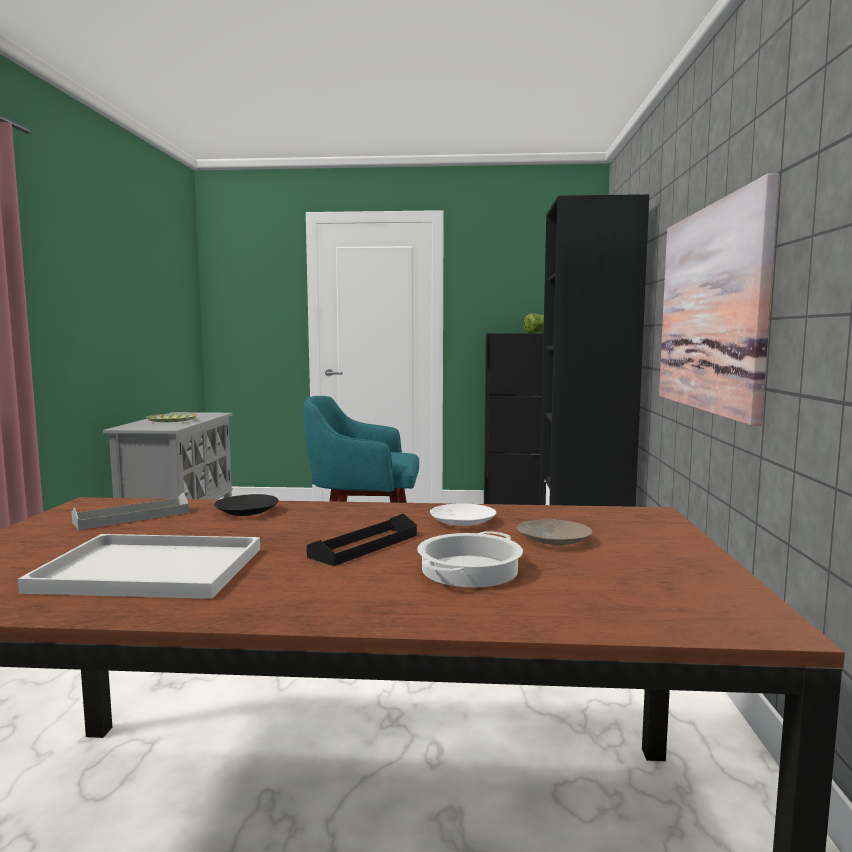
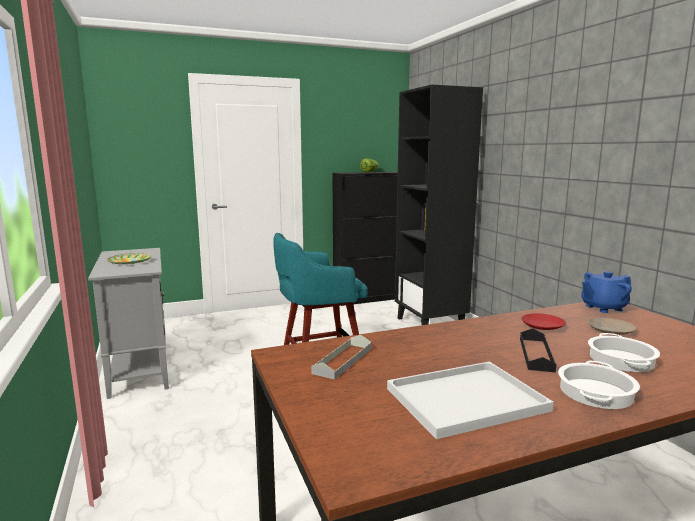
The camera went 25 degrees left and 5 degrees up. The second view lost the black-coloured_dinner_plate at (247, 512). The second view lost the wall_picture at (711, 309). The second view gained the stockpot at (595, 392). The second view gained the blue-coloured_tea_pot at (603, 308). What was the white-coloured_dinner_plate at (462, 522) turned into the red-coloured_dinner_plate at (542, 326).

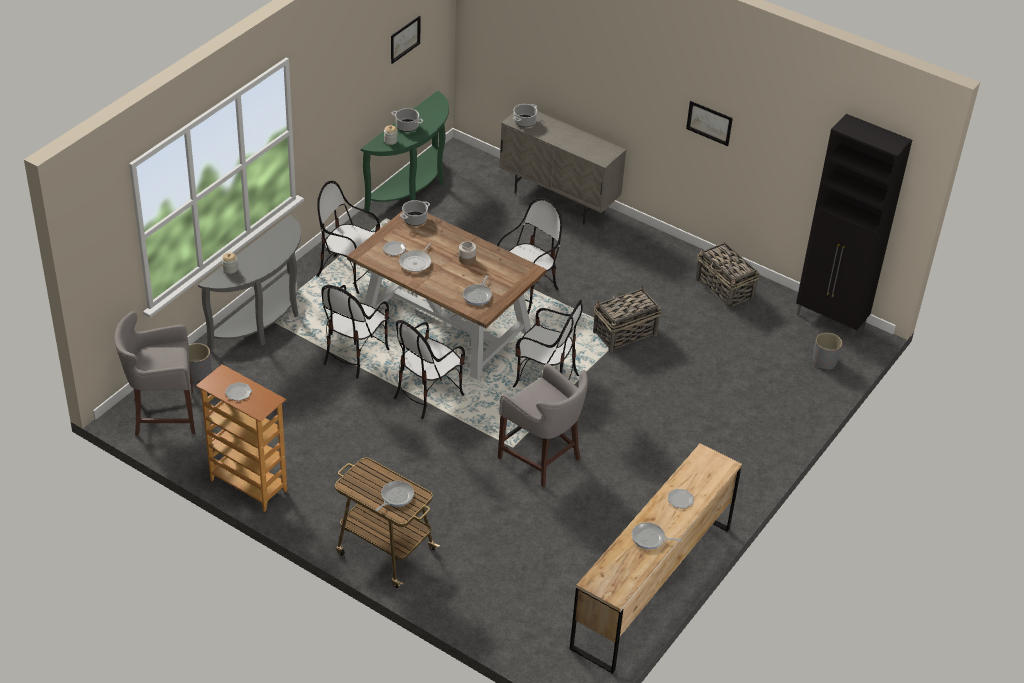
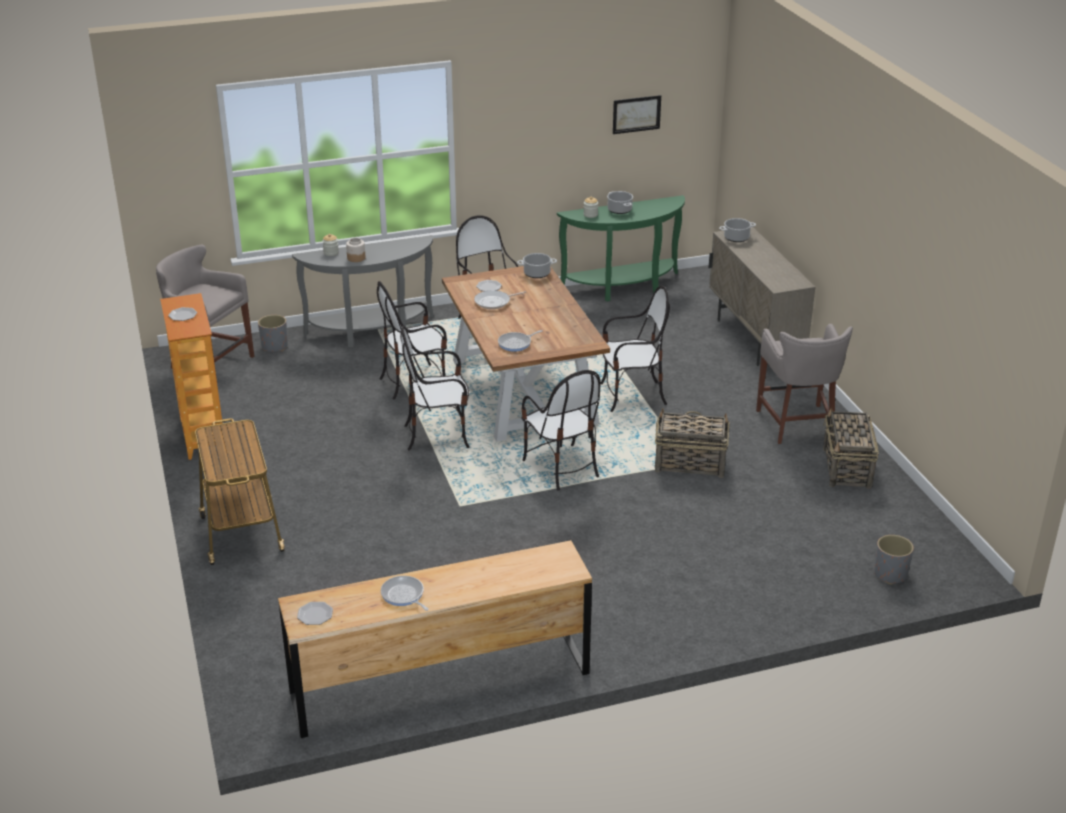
The camera went 40 degrees right and 10 degrees down. The second view lost the skillet at (395, 497). The second view lost the wall_picture at (709, 123). The second view lost the black-coloured_storage_cabinet at (831, 320). The jar ended up elsewhere, having gone from (466, 259) to (356, 258). The greyish_stool ended up elsewhere, having gone from (542, 458) to (797, 425). The dinner_plate ended up elsewhere, having gone from (680, 499) to (314, 614).

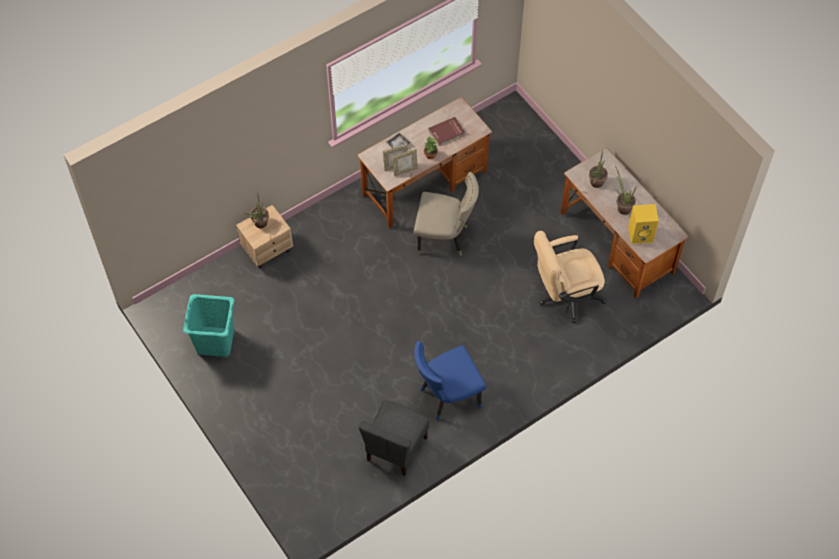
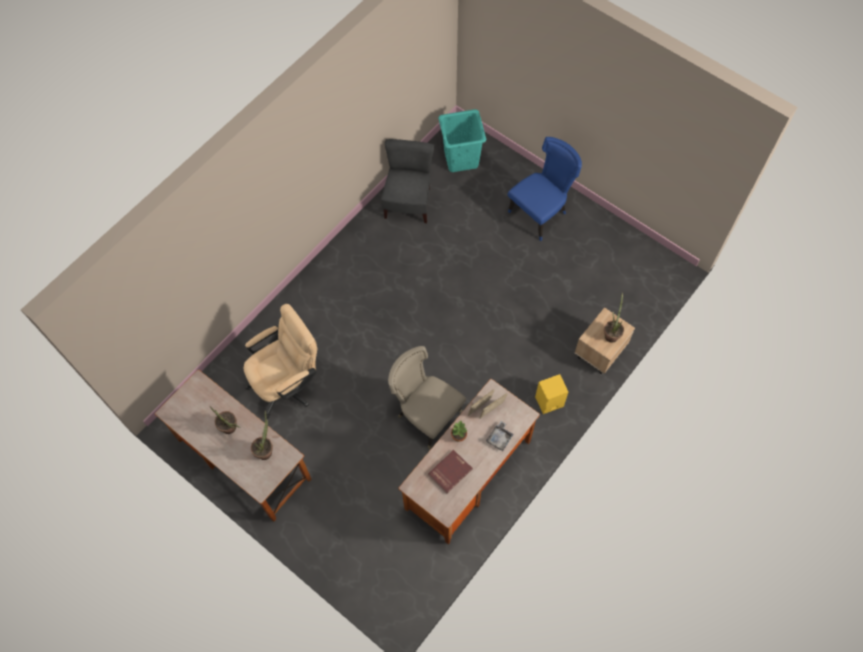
The camera went 165 degrees right and 5 degrees up. The turquoise-coloured_laundry_basket ended up elsewhere, having gone from (215, 341) to (461, 159). The blue-coloured_plain_chair ended up elsewhere, having gone from (447, 396) to (540, 213). The yellow-coloured_audio_speaker ended up elsewhere, having gone from (641, 234) to (549, 402). The beige_plain_chair at (445, 238) ended up facing another way, 45 degrees clockwise from before.

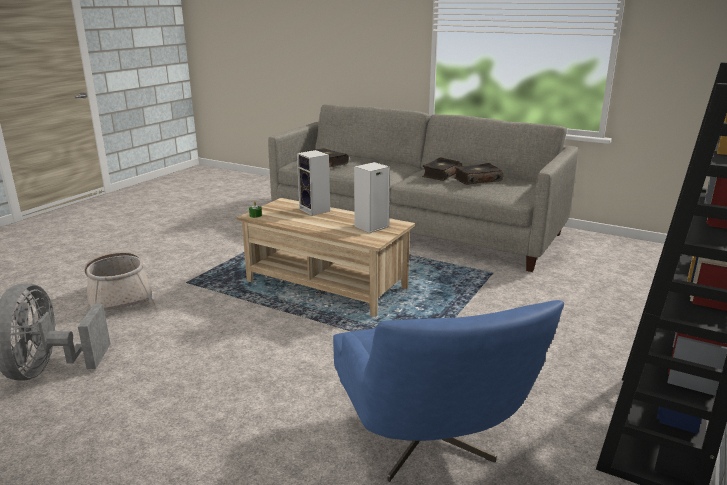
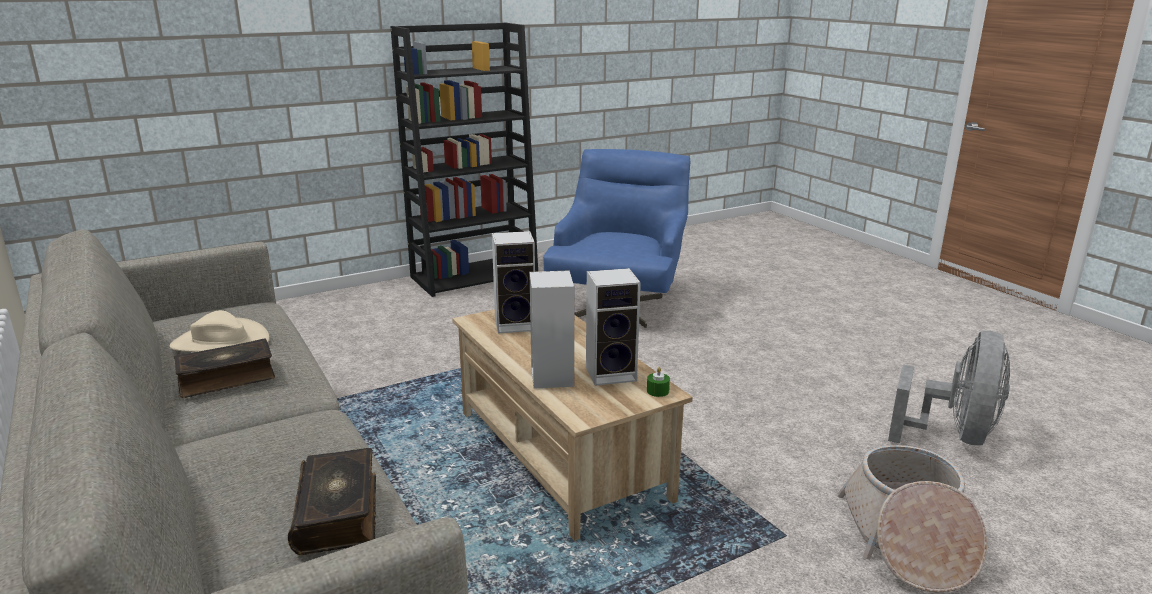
The camera went 150 degrees left and 0 degrees up. The second view gained the audio_speaker at (612, 373). Where the book stood at (477, 180), the beige_wearable_hat came to stand at (220, 343).

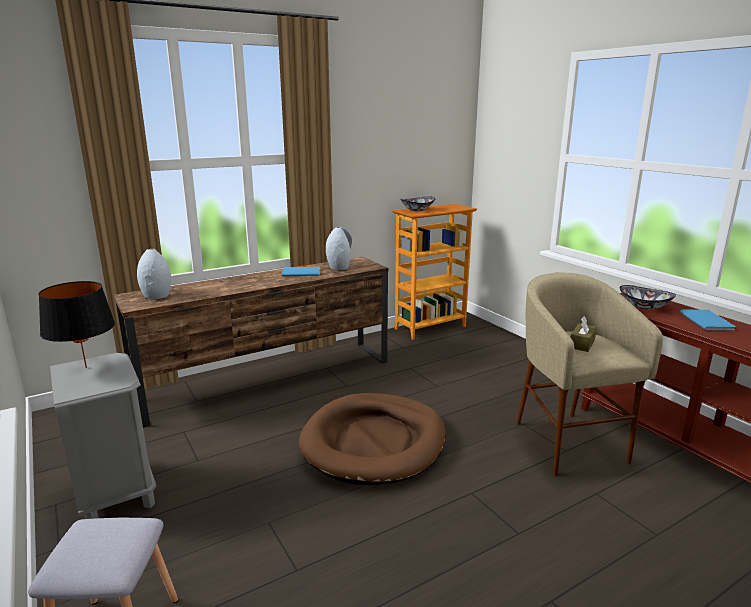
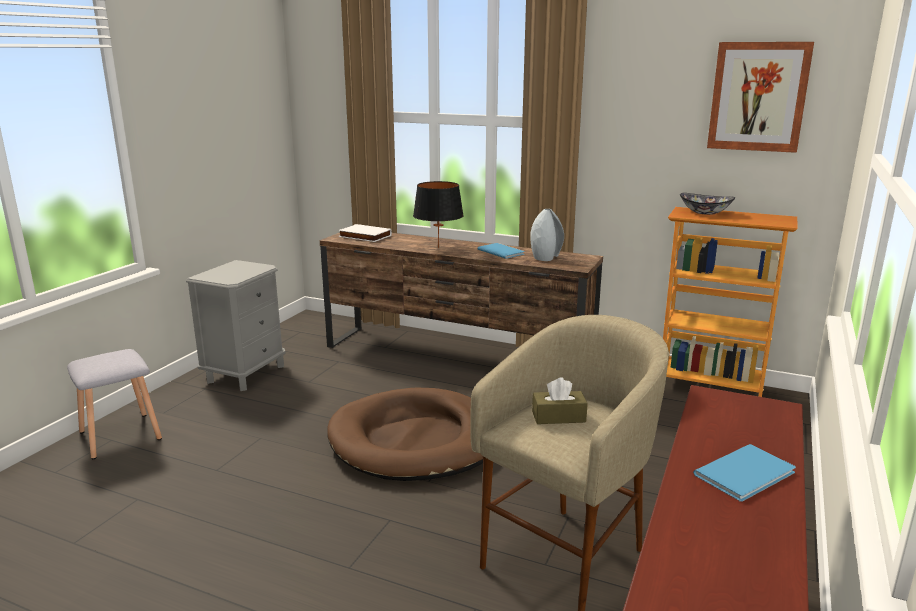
The camera went 55 degrees right and 0 degrees up. The second view lost the bowl at (644, 306). The second view gained the wall_picture at (758, 97). The black-coloured_table_lamp ended up elsewhere, having gone from (86, 368) to (438, 247). Where the greyish_flower_vase stood at (156, 296), the white-coloured_book came to stand at (364, 236).

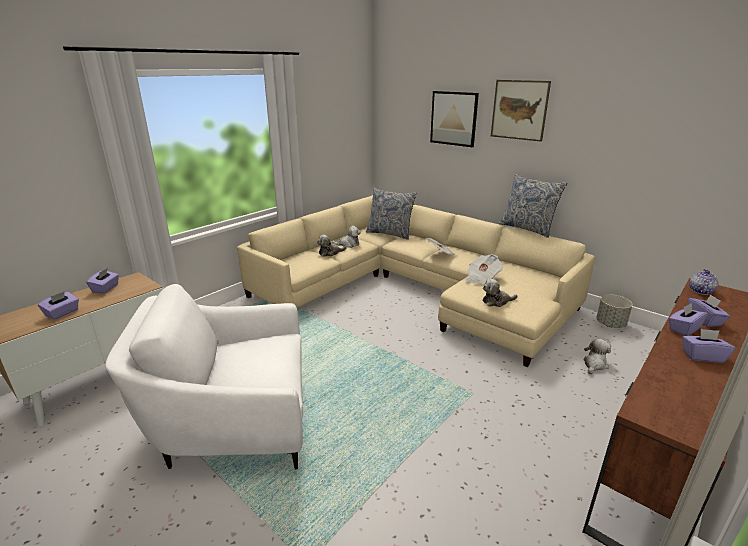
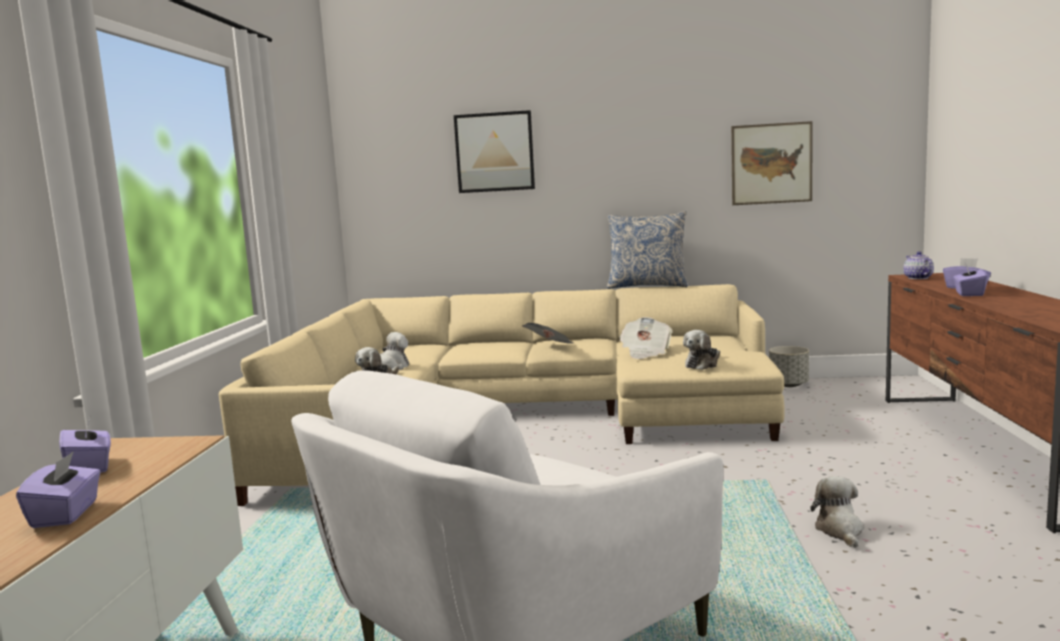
The camera went 35 degrees left and 15 degrees down. The second view lost the pillow at (390, 233). The second view lost the purple_tissue_holder at (702, 356). The wall_picture ended up elsewhere, having gone from (519, 110) to (771, 163). The plush_toy ended up elsewhere, having gone from (594, 364) to (840, 530).

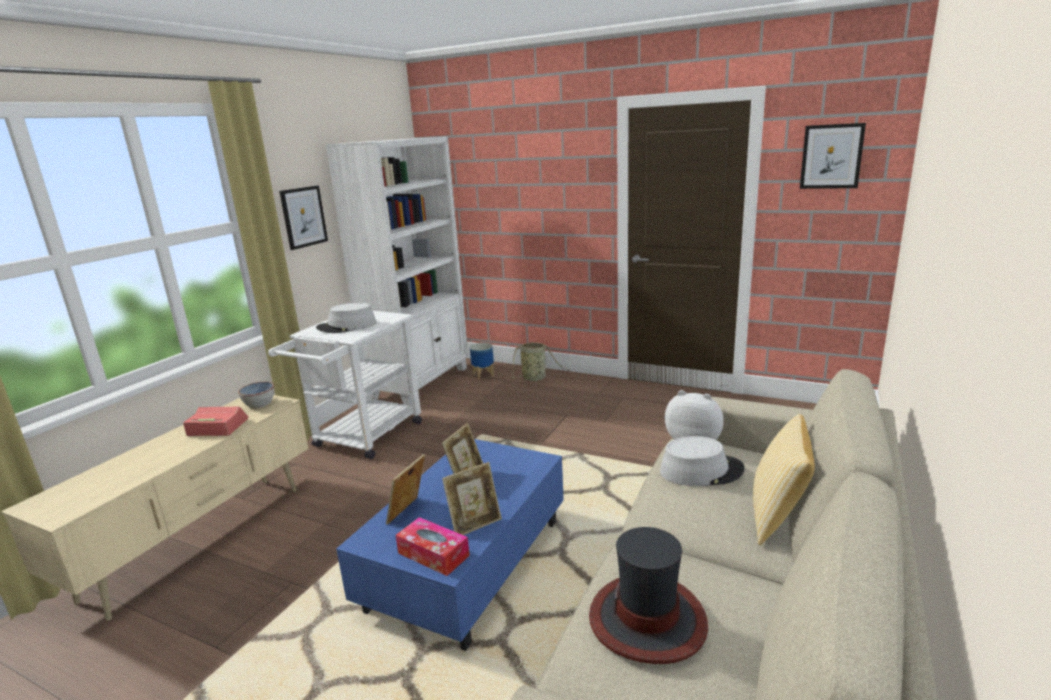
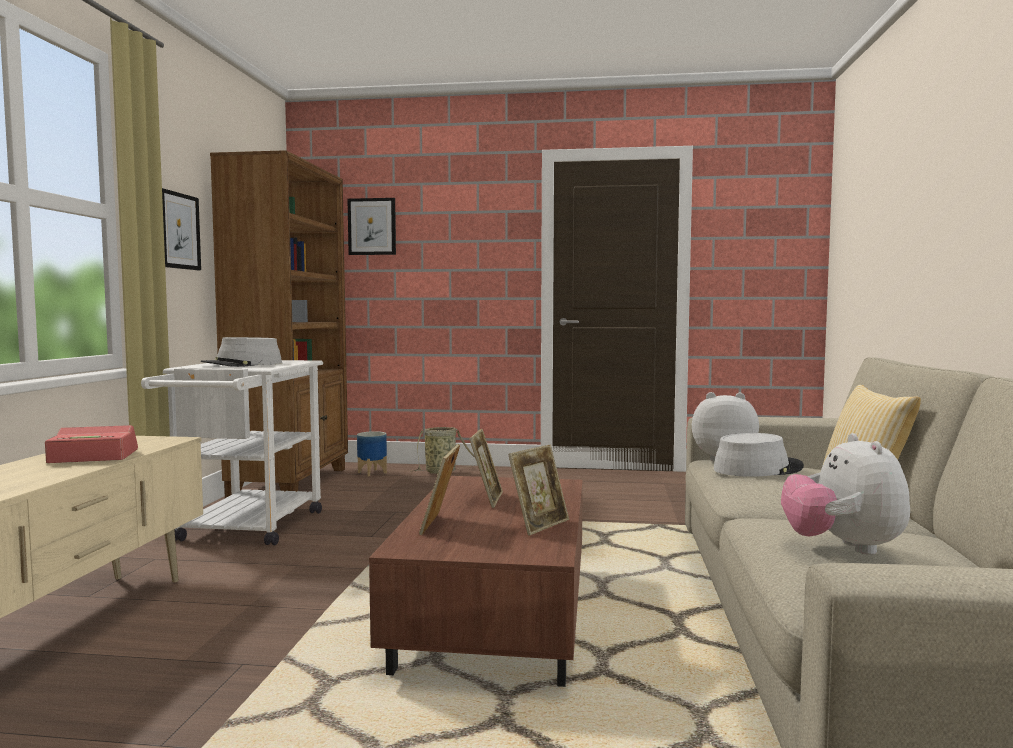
The camera went 20 degrees left and 15 degrees down. The second view lost the bowl at (259, 404). The second view lost the tissue_holder at (433, 554). The wall_picture ended up elsewhere, having gone from (831, 156) to (372, 226). Where the wearable_hat stood at (648, 619), the plush_toy came to stand at (843, 548). What was the white-coloured_bookshelf at (421, 383) turned into the brownish_bookshelf at (292, 482). What was the blue-coloured_lounge_table at (466, 565) turned into the brownish_lounge_table at (494, 618).

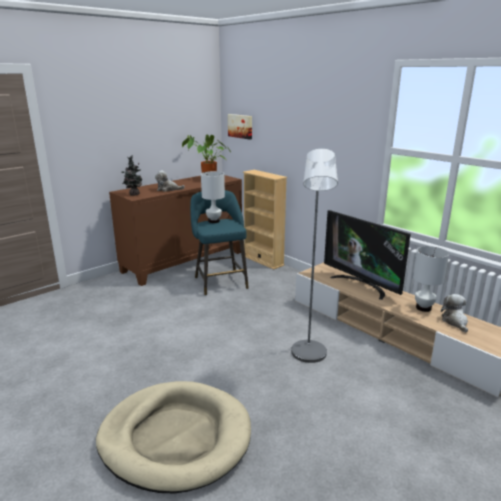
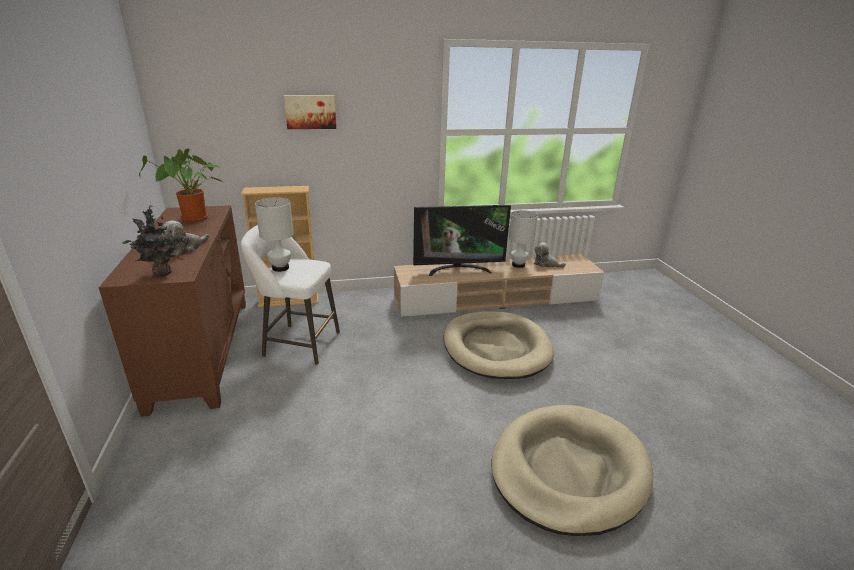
The camera went 60 degrees left and 5 degrees up. The wall_picture ended up elsewhere, having gone from (240, 126) to (310, 111). Where the greyish_standard_lamp stood at (309, 356), the beige_dog_bed came to stand at (496, 348). What was the turquoise-coloured_stool at (220, 281) turned into the white-coloured_stool at (298, 343).

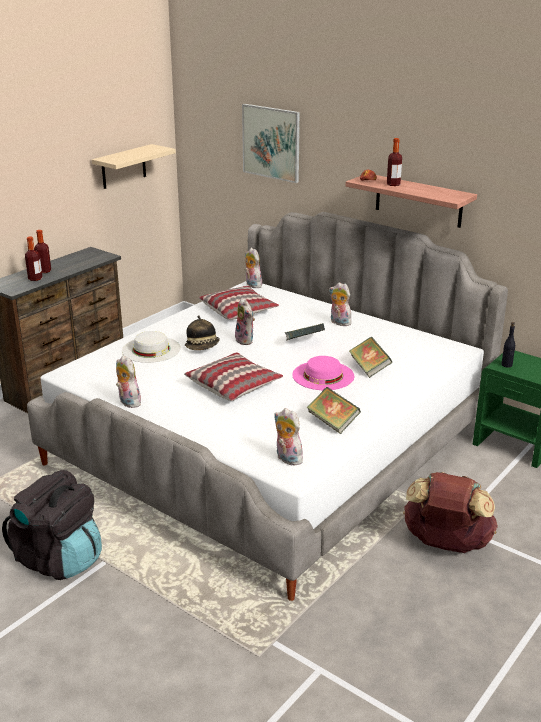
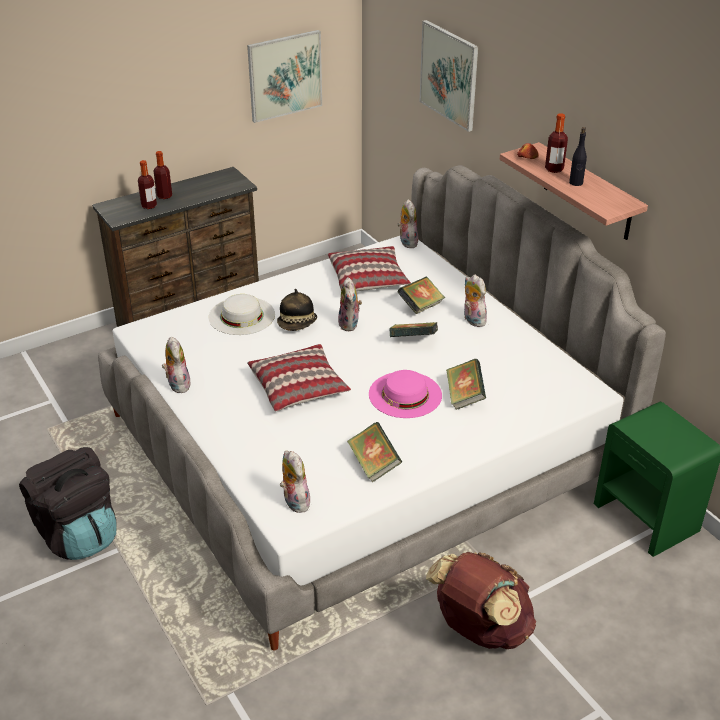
The camera went 20 degrees right and 10 degrees up. The second view gained the book at (420, 307). The black-coloured_bottle ended up elsewhere, having gone from (507, 365) to (576, 183). Where the beige_bracket_shelf hung at (123, 167), the wall_picture came to hang at (285, 75).

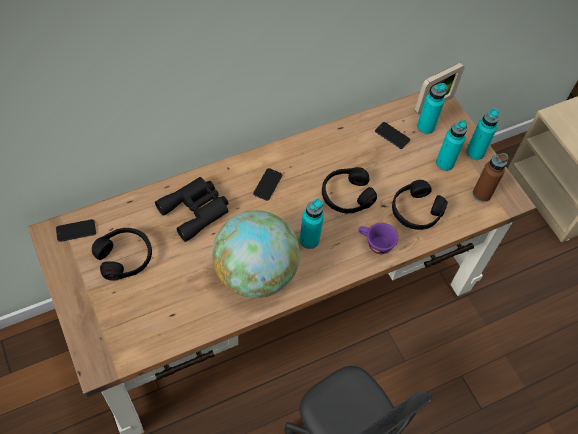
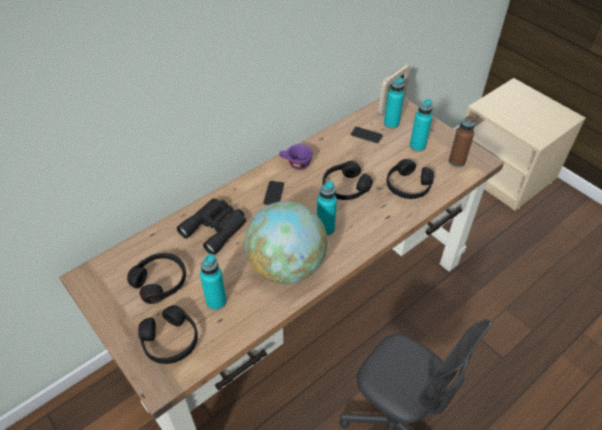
The camera went 10 degrees left and 10 degrees down. The second view lost the telephone at (76, 231). The second view gained the black-coloured_pair_of_headphones at (170, 341). The purple_cup ended up elsewhere, having gone from (375, 243) to (295, 164). The turquoise-coloured_bottle ended up elsewhere, having gone from (475, 152) to (216, 301).

